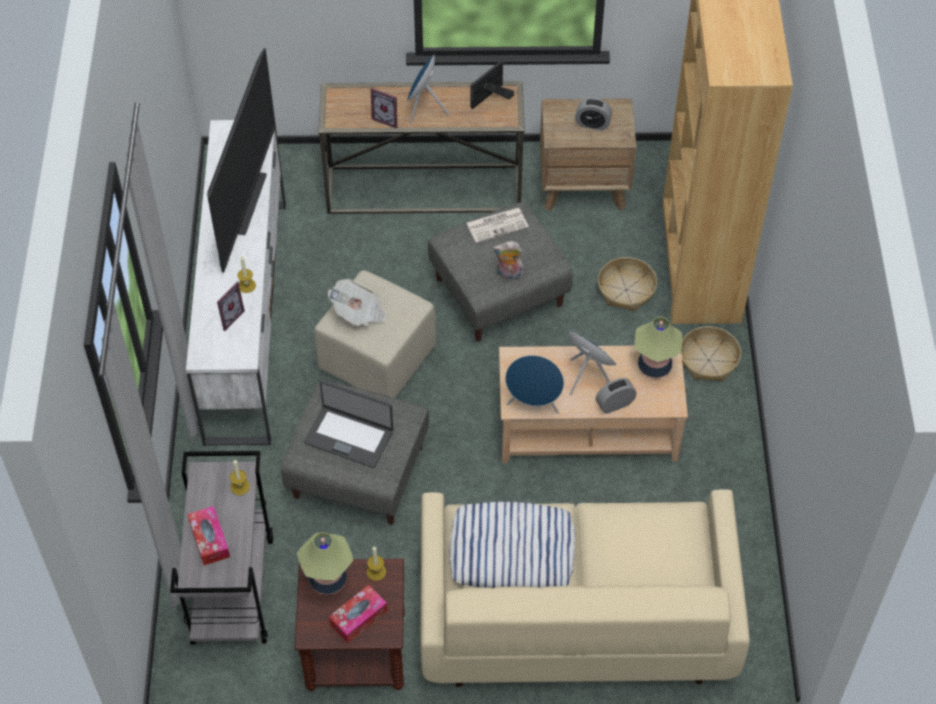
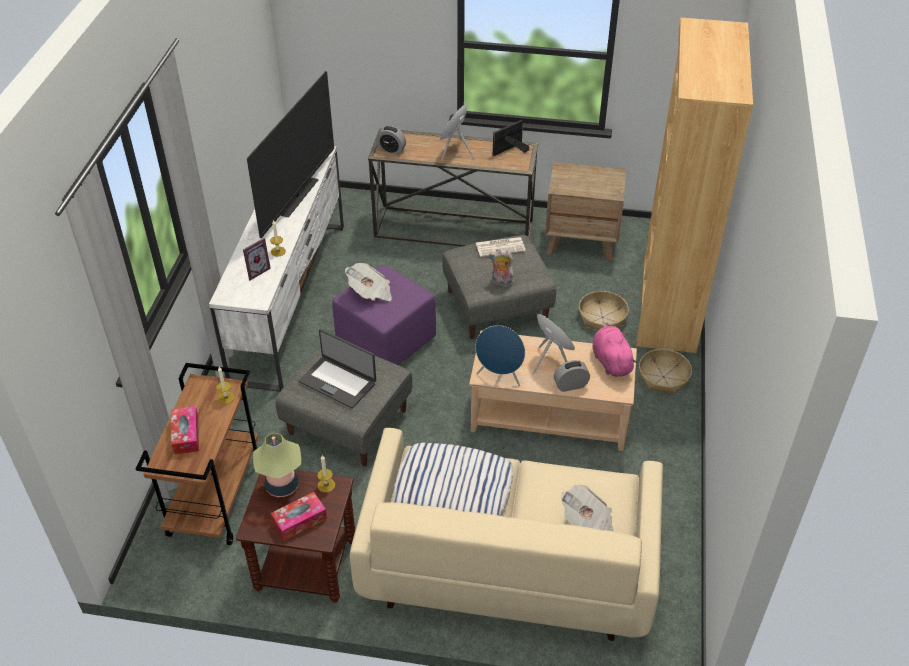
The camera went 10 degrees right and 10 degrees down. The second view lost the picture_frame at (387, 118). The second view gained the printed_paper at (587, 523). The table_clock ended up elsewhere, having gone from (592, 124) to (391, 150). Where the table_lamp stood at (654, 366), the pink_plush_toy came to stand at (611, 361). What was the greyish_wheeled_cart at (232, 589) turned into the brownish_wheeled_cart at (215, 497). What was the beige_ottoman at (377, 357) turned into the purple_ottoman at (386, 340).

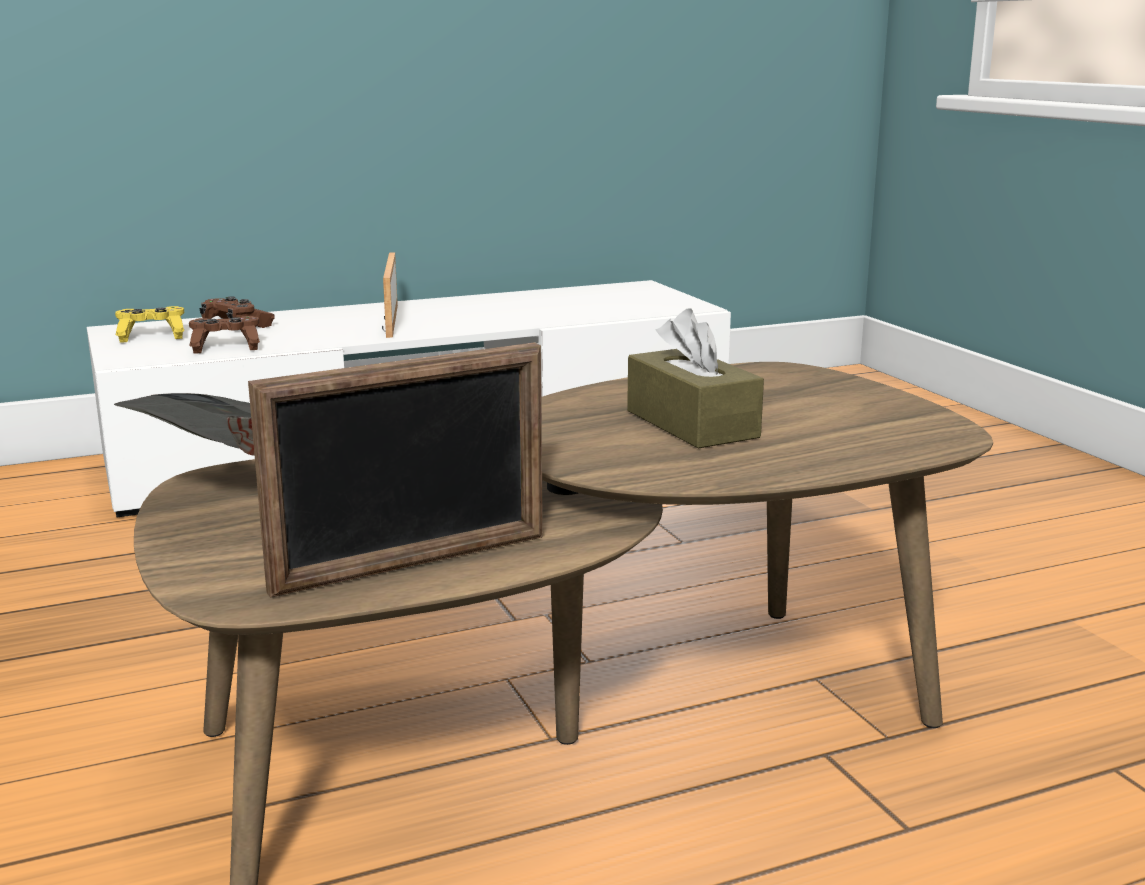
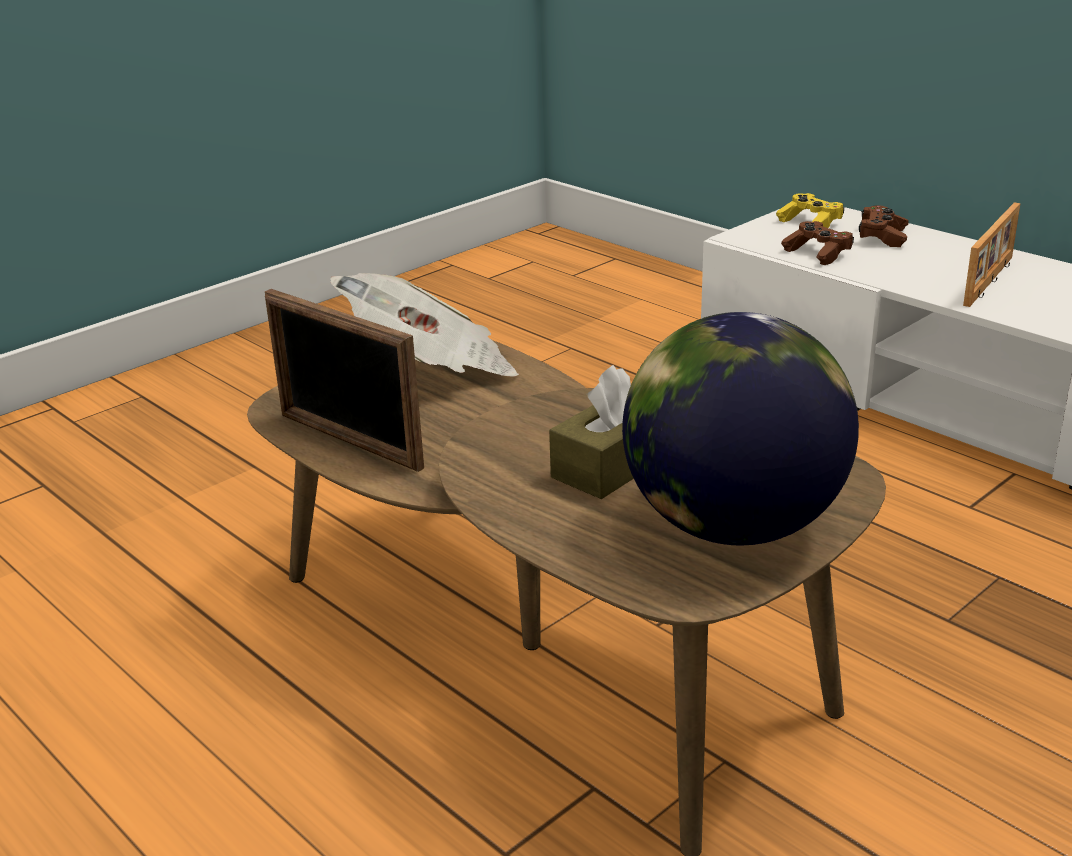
The camera went 70 degrees right and 10 degrees up. The second view gained the desk_globe at (732, 525). The picture_frame at (389, 321) ended up facing another way, 150 degrees clockwise from before.

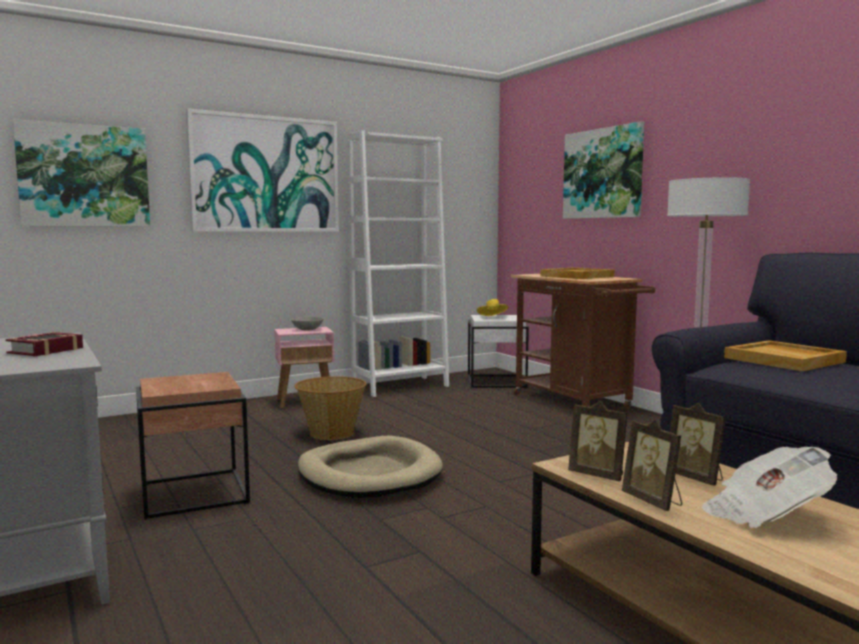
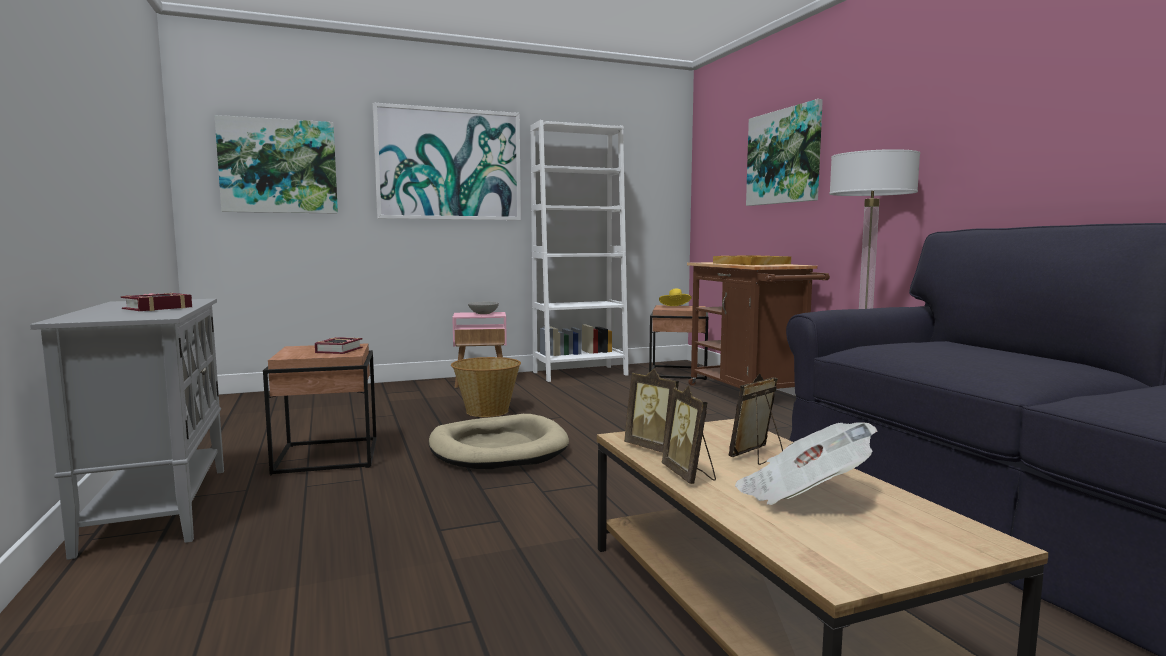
The camera went 10 degrees right and 0 degrees up. The second view lost the beige_carrying_tray at (785, 360). The second view gained the book at (341, 350). What was the white-coloured_end_table at (497, 382) turned into the brownish_end_table at (679, 373). The picture_frame at (695, 478) ended up facing another way, 75 degrees clockwise from before.

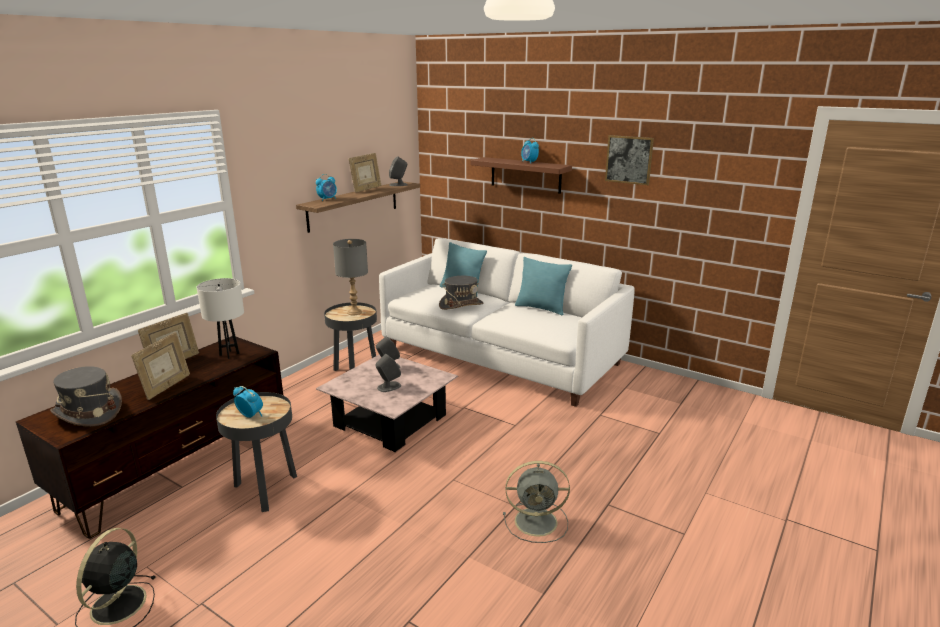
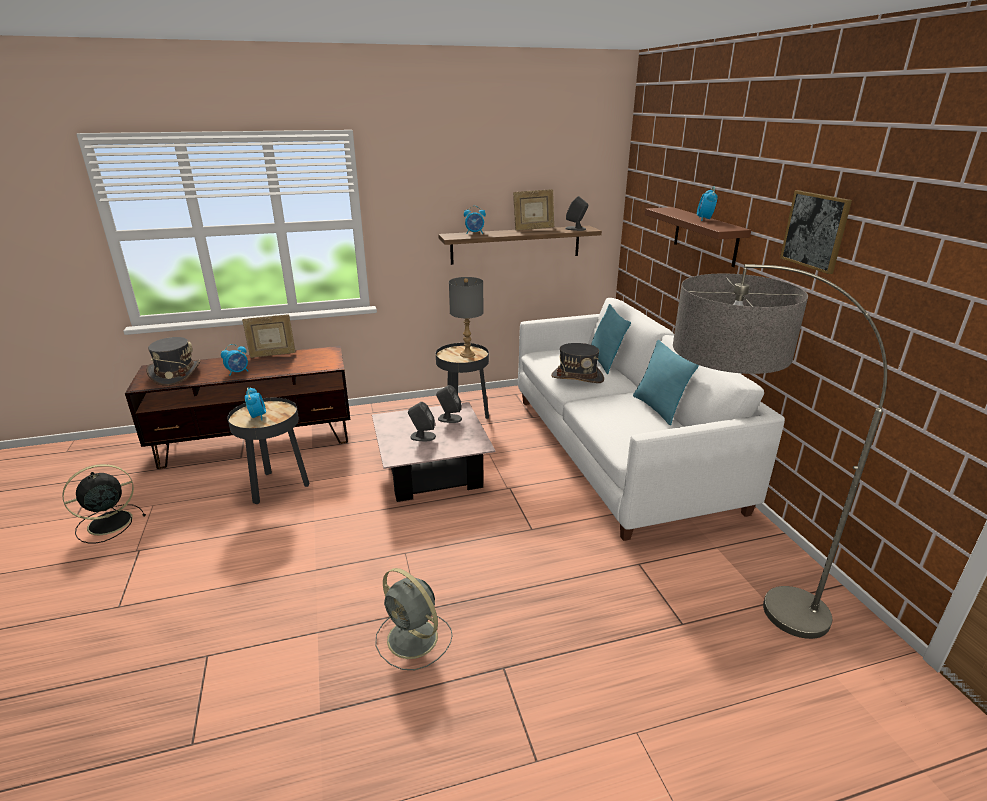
The camera went 40 degrees right and 5 degrees up. The second view lost the white-coloured_table_lamp at (229, 354). The second view gained the standard_lamp at (719, 608). Where the picture_frame stood at (166, 387), the table_clock came to stand at (238, 372).

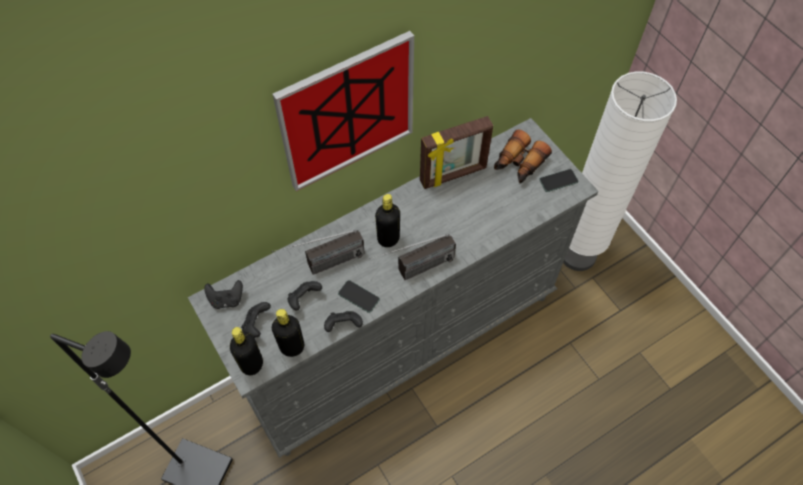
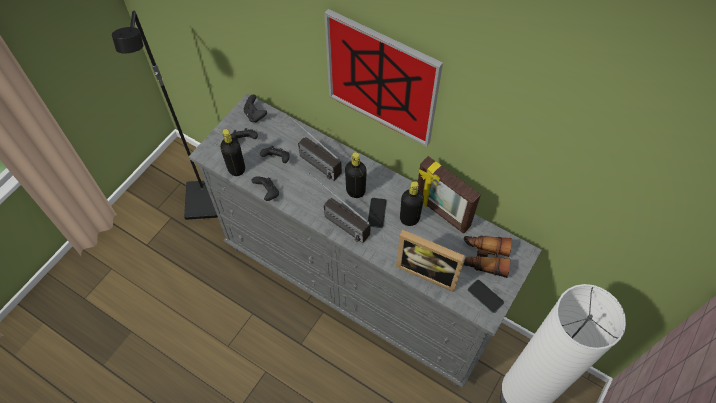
The camera went 65 degrees right and 0 degrees up. The second view gained the picture_frame at (428, 270). The black-coloured_bottle ended up elsewhere, having gone from (252, 364) to (409, 218). The telephone ended up elsewhere, having gone from (358, 296) to (377, 213).

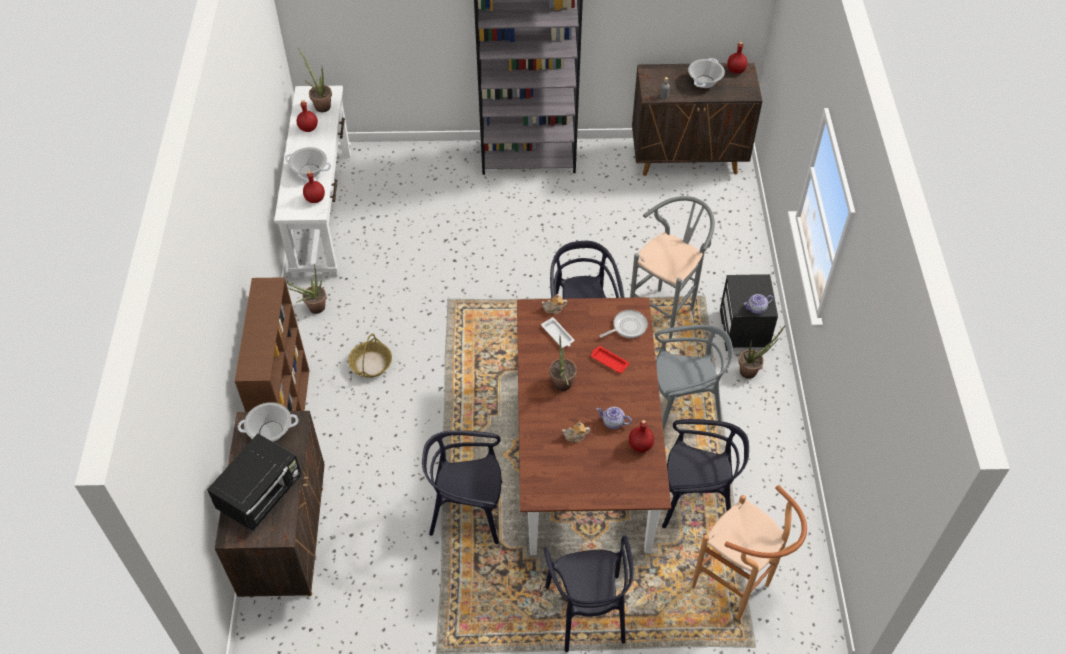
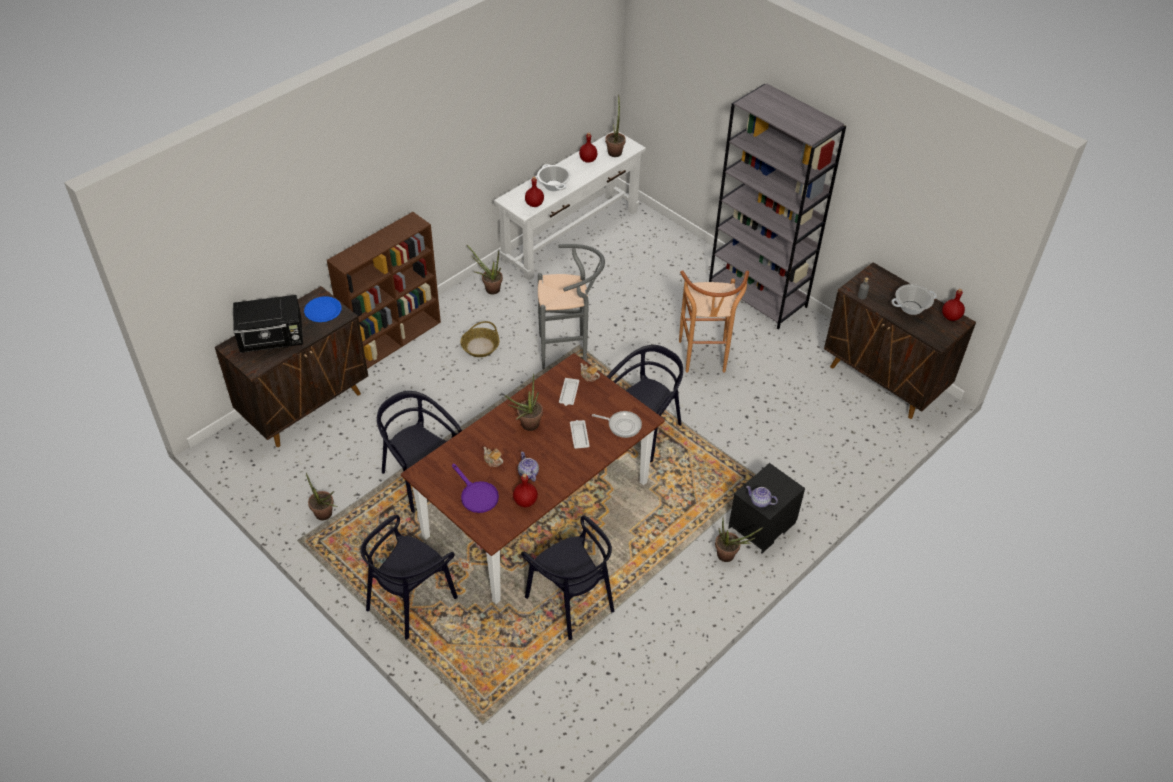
The camera went 45 degrees right and 5 degrees down. The second view lost the greyish_plain_chair at (683, 405). The second view gained the plant_in_a_pot at (326, 516). The second view gained the purple_skillet at (476, 495). The greyish_stool ended up elsewhere, having gone from (666, 309) to (568, 351). The brownish_stool ended up elsewhere, having gone from (737, 589) to (704, 360). Where the stockpot stood at (270, 431), the blue-coloured_dinner_plate came to stand at (323, 310). What was the red-coloured_carrying_tray at (609, 361) turned into the white-coloured_carrying_tray at (579, 435).

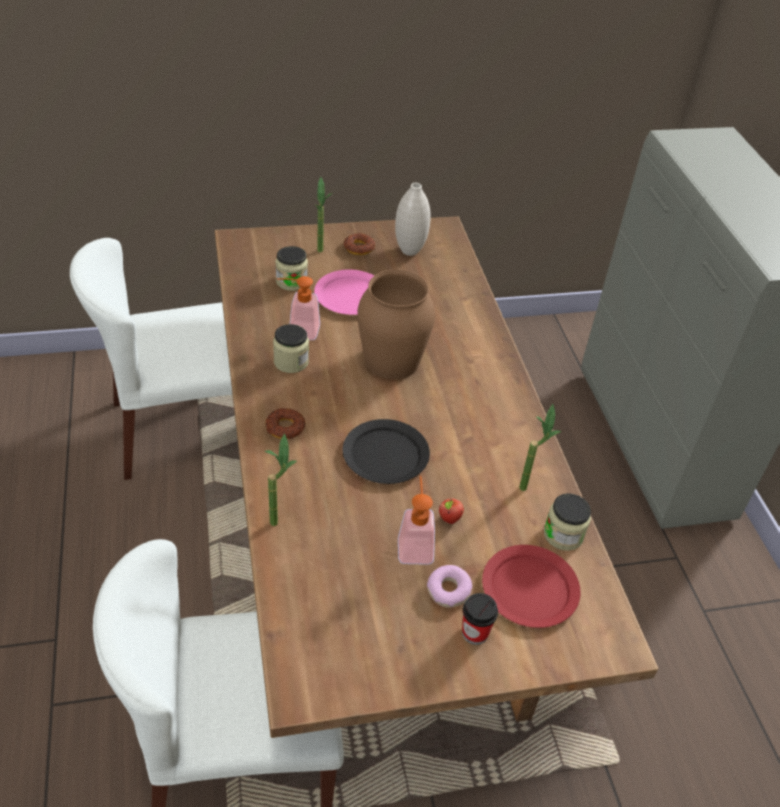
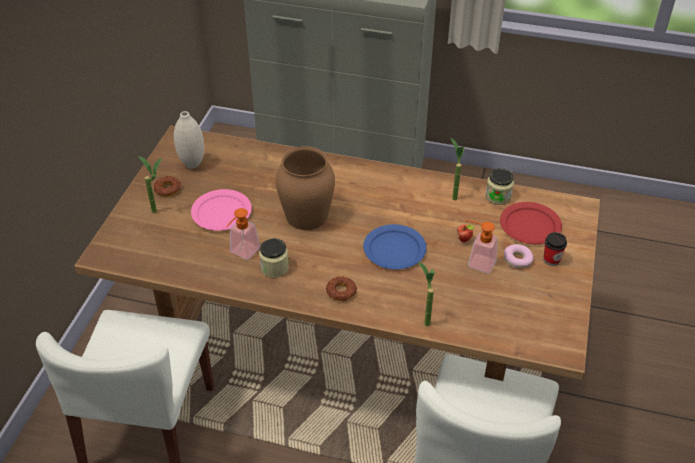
The camera went 60 degrees left and 0 degrees up. The second view lost the jar at (291, 281). What was the black-coloured_dinner_plate at (386, 454) turned into the blue-coloured_dinner_plate at (394, 249).

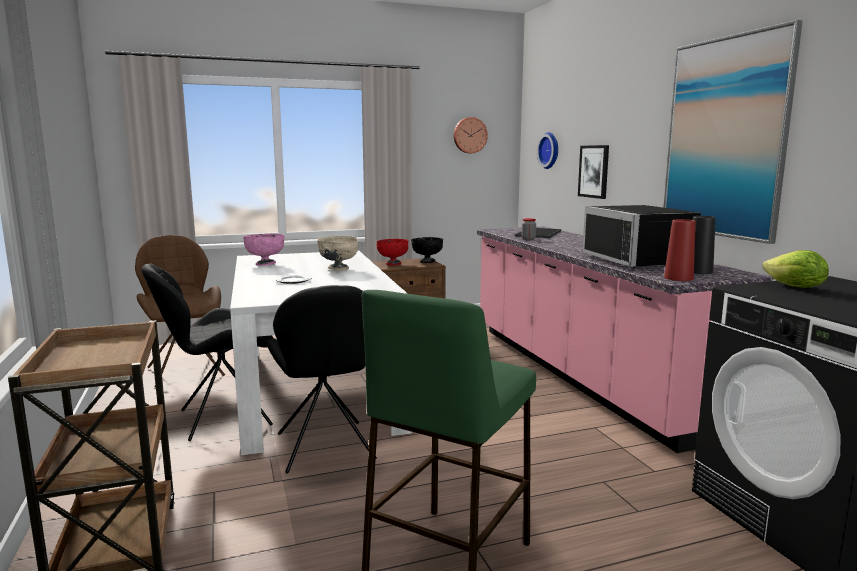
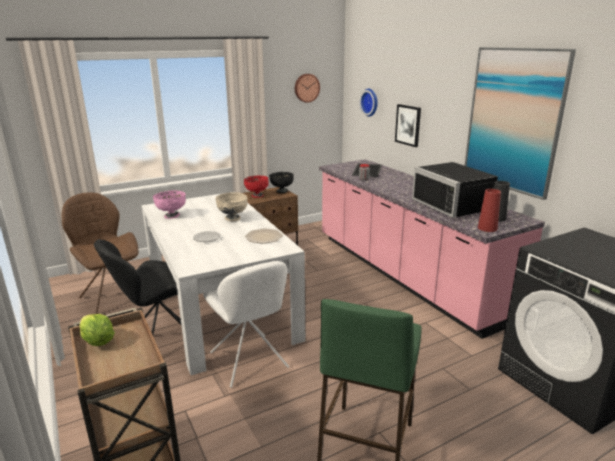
The camera went 10 degrees left and 10 degrees up. The second view gained the dinner_plate at (263, 237). The lettuce_head ended up elsewhere, having gone from (795, 287) to (97, 341). What was the black-coloured_plain_chair at (325, 448) turned into the white-coloured_plain_chair at (250, 362).

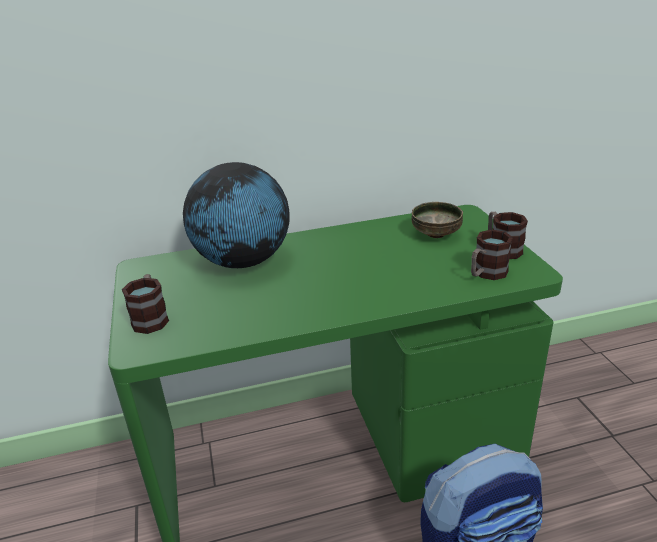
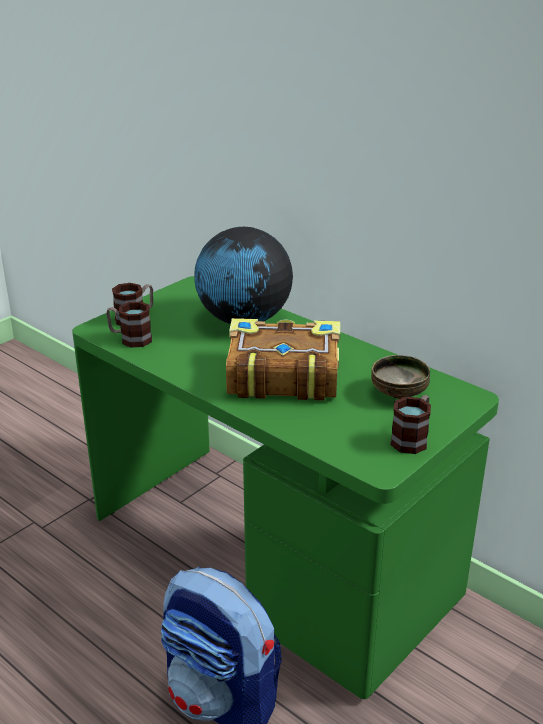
The camera went 55 degrees right and 0 degrees up. The second view gained the book at (281, 375). The mug ended up elsewhere, having gone from (486, 274) to (130, 339).

